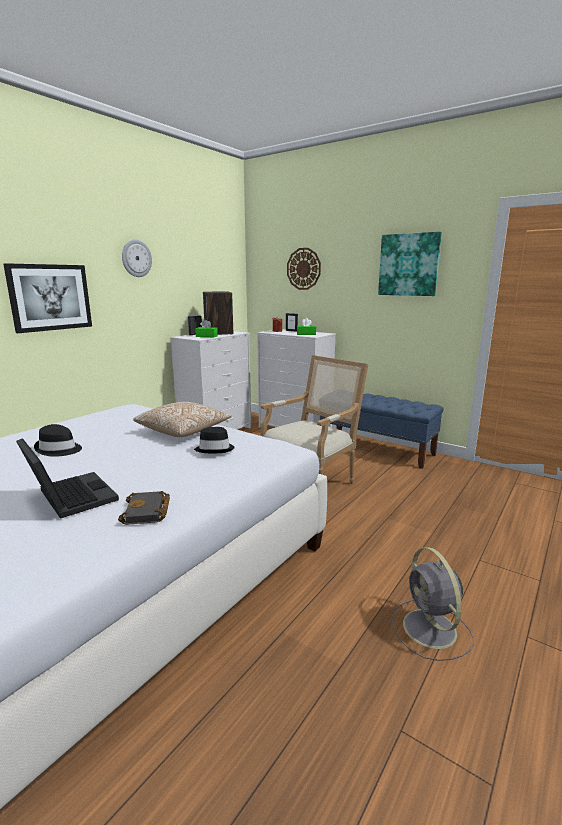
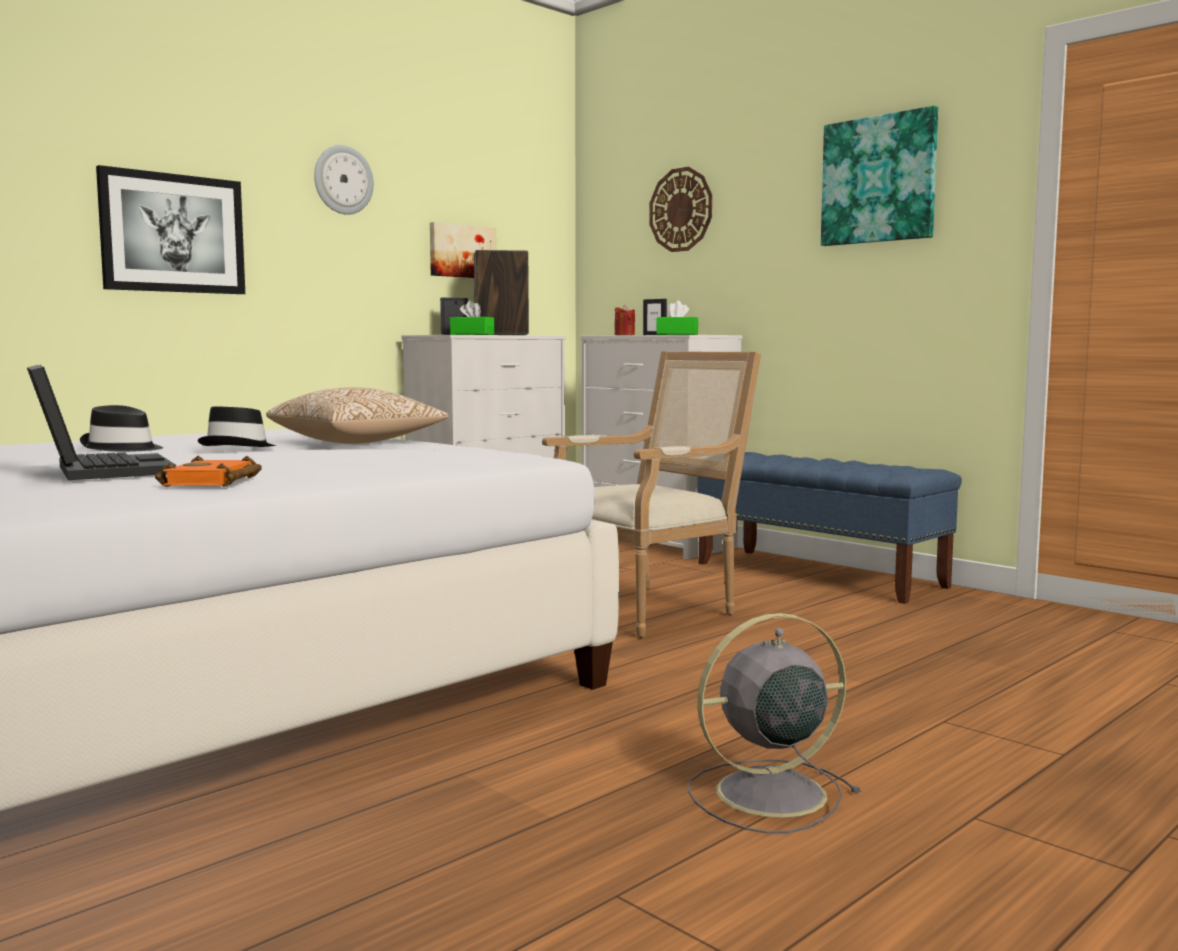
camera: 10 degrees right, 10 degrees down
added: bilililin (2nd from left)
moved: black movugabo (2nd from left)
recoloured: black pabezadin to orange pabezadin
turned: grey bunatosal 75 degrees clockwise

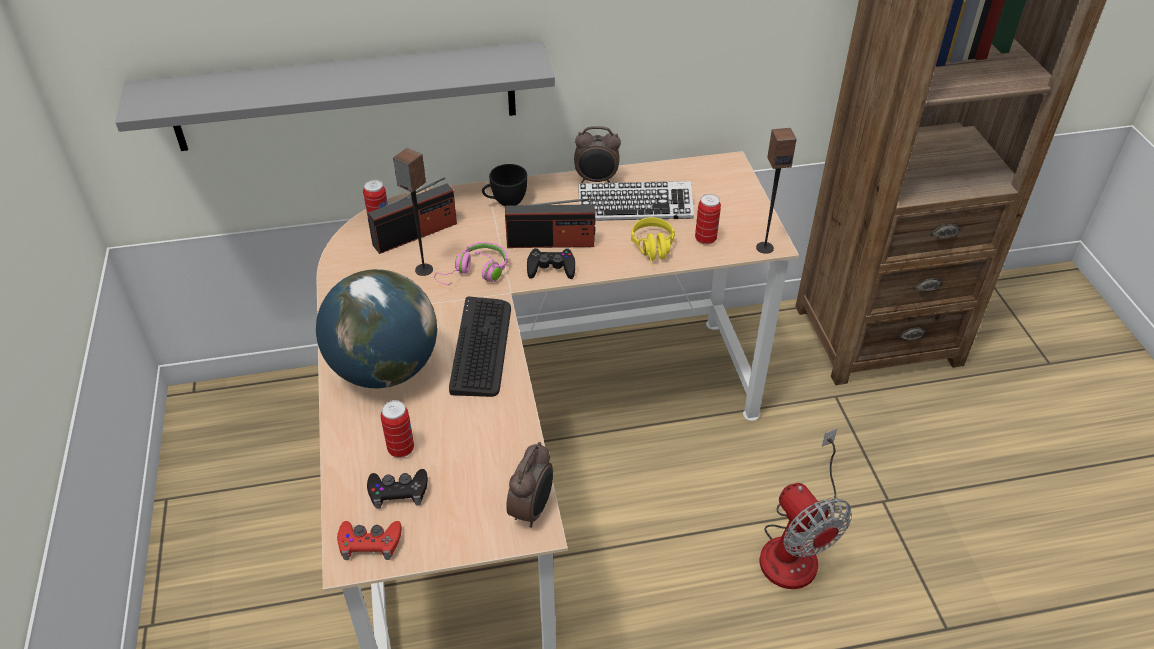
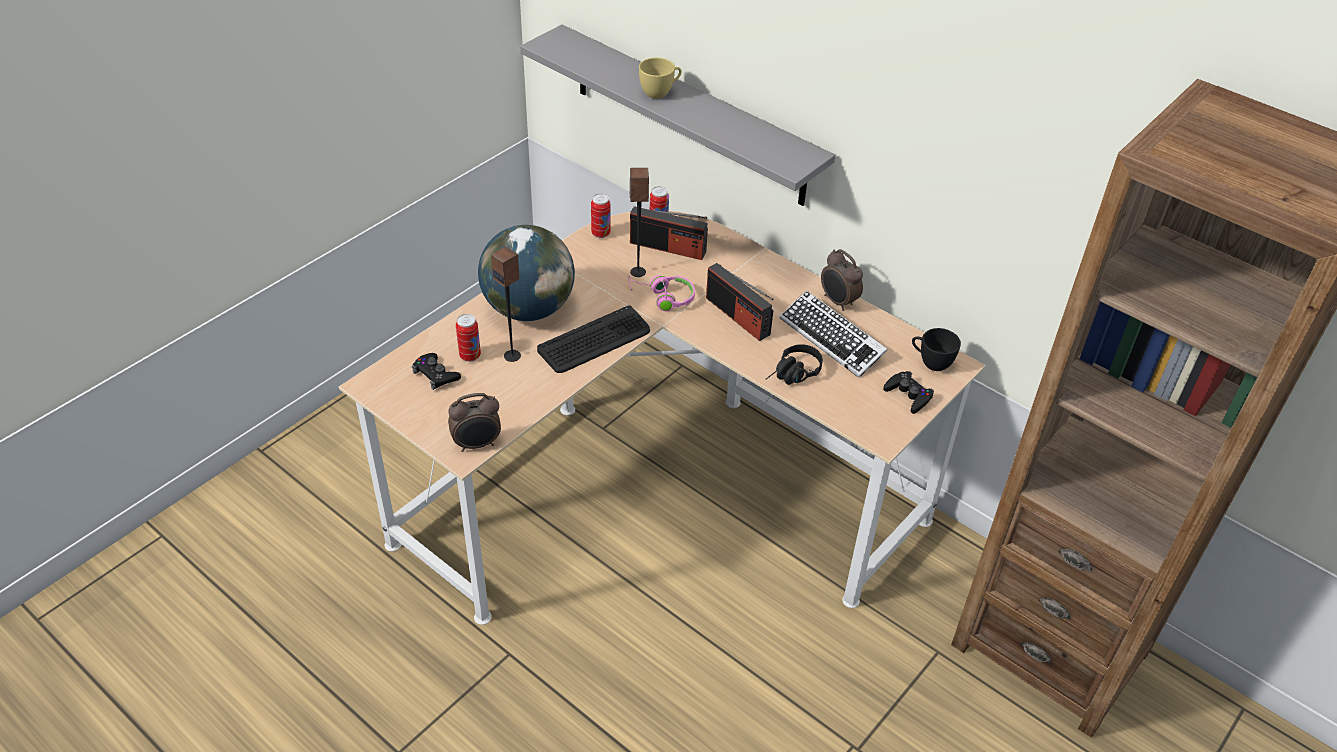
camera: 50 degrees right, 0 degrees up
removed: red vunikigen; bunatosal
added: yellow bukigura
moved: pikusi (2nd from left in the first image) to pikusi (1st from left); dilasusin (3rd from left in the first image) to dilasusin (2nd from left); black vunikigen (2nd from left); black bukigura
recoloured: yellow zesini to black zesini

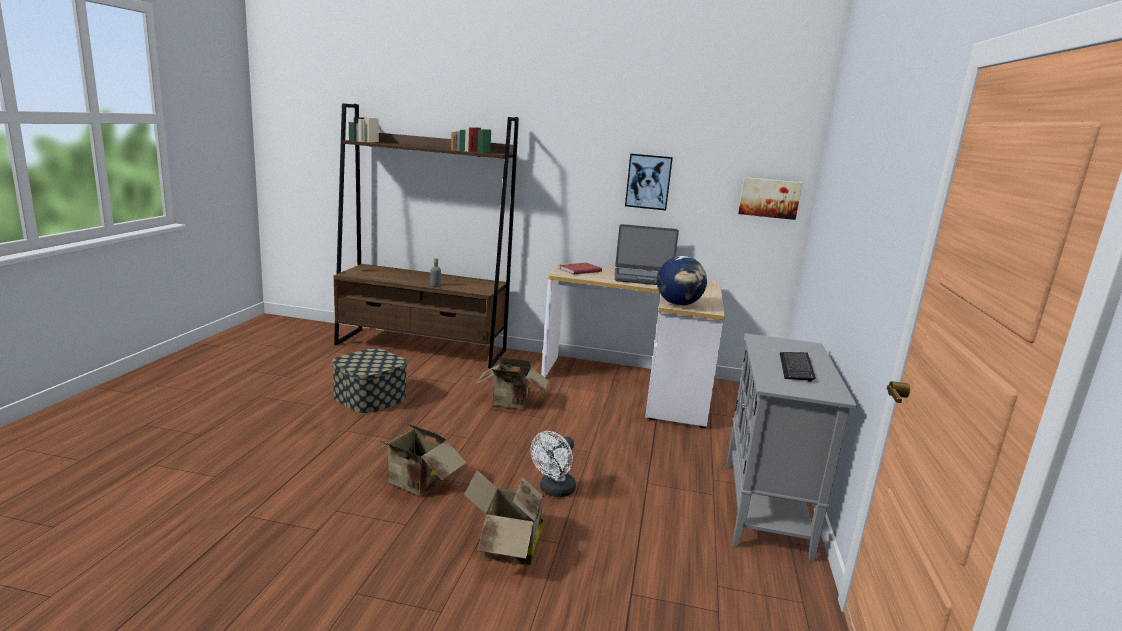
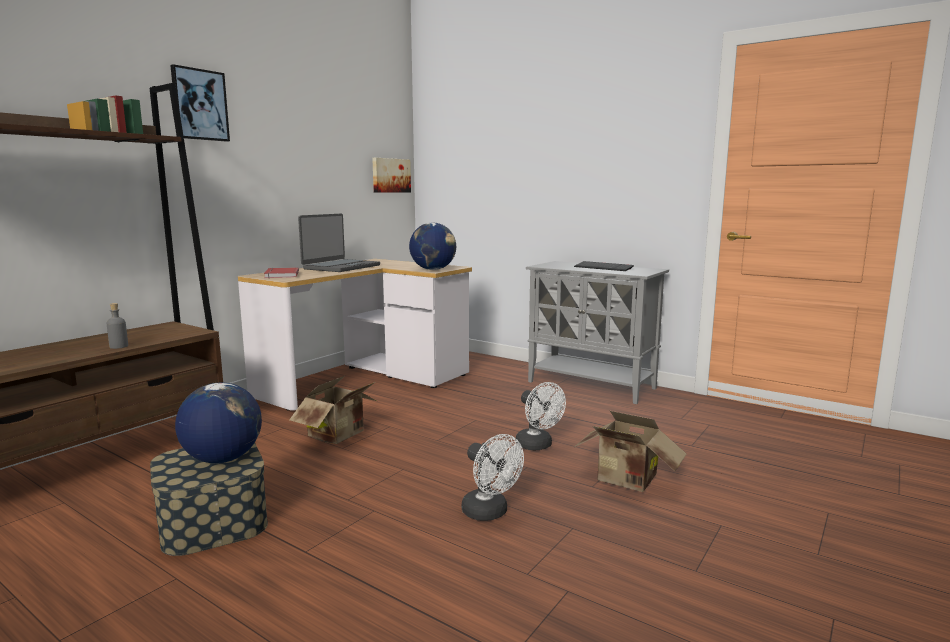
camera: 65 degrees left, 5 degrees down
added: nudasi (1st from left)
moved: bilililin (1st from left)
replaced: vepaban (1st from left) to white bunatosal (1st from left)

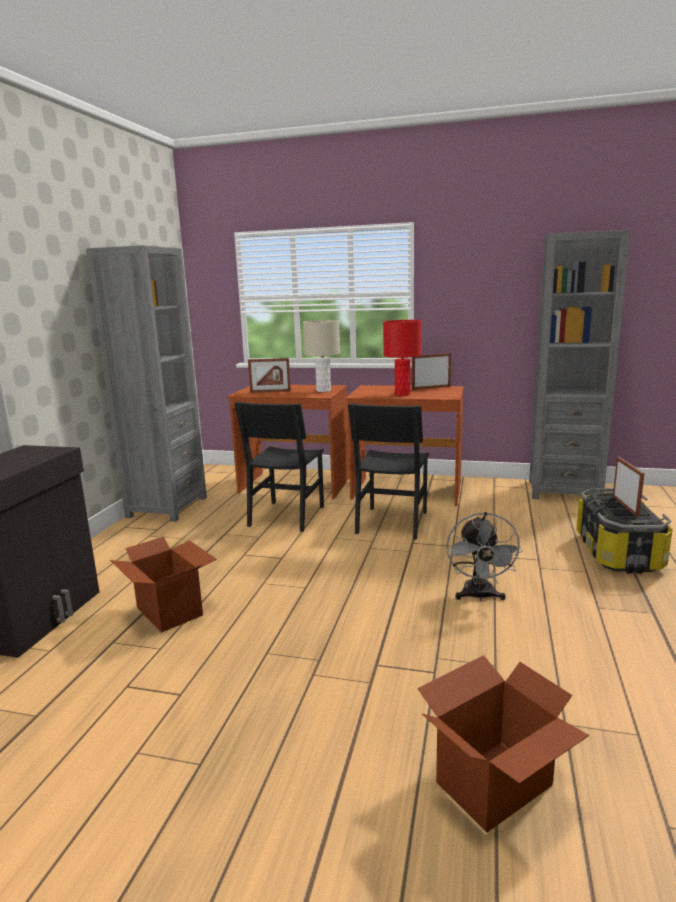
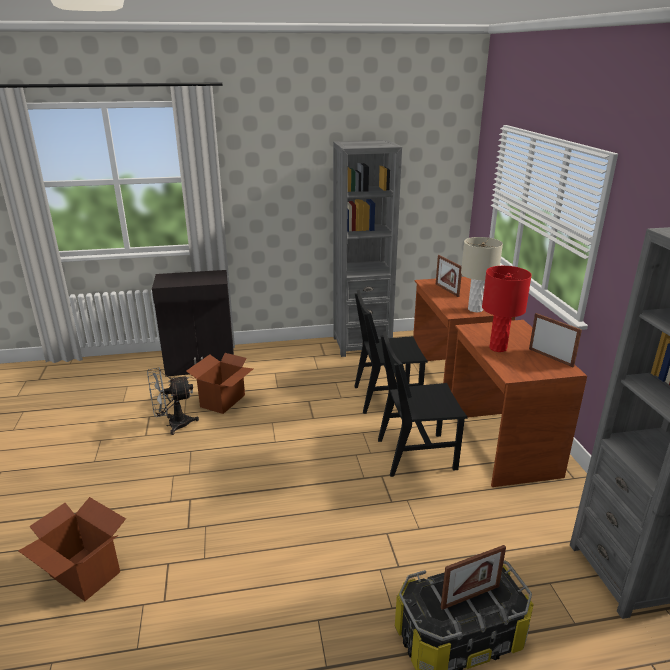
camera: 65 degrees right, 10 degrees up
moved: grey bunatosal

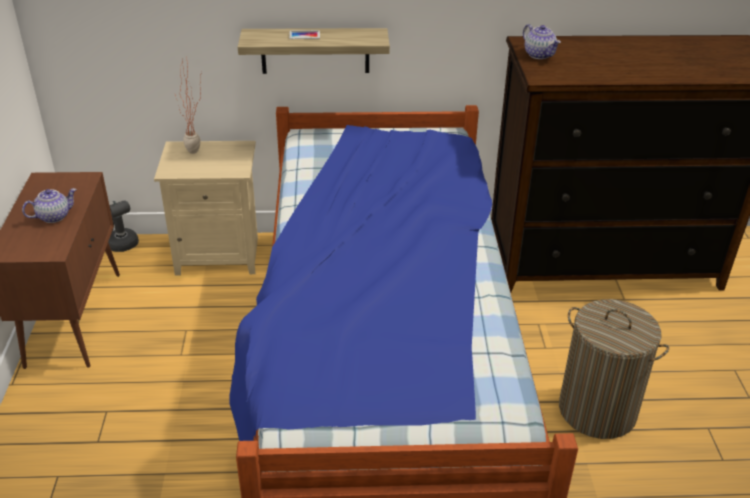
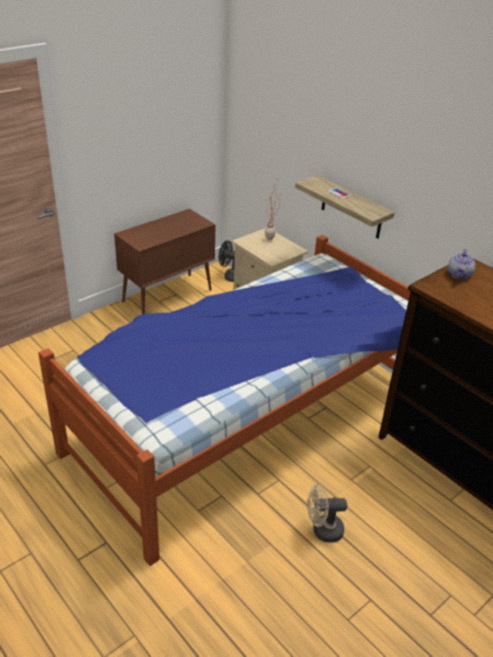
camera: 50 degrees right, 0 degrees up
removed: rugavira (1st from left)
replaced: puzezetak to beige bunatosal

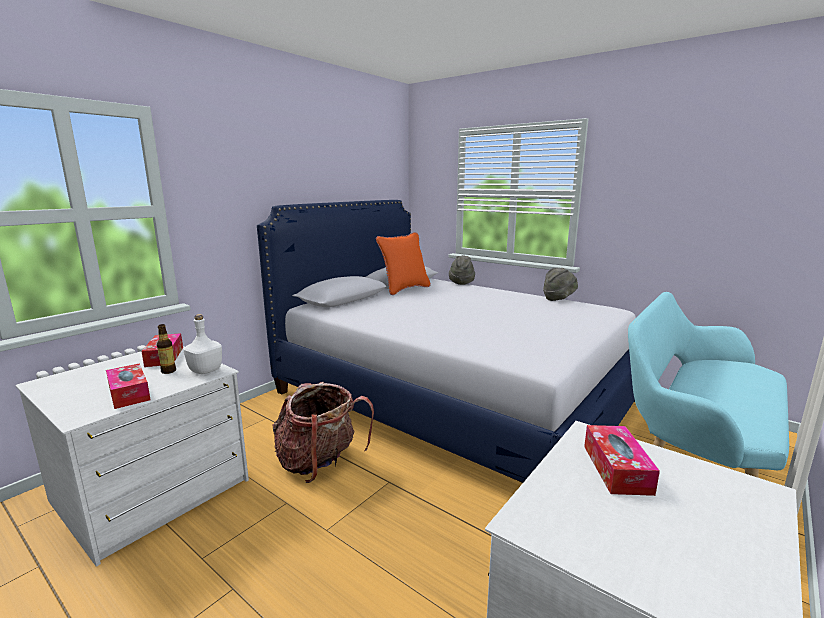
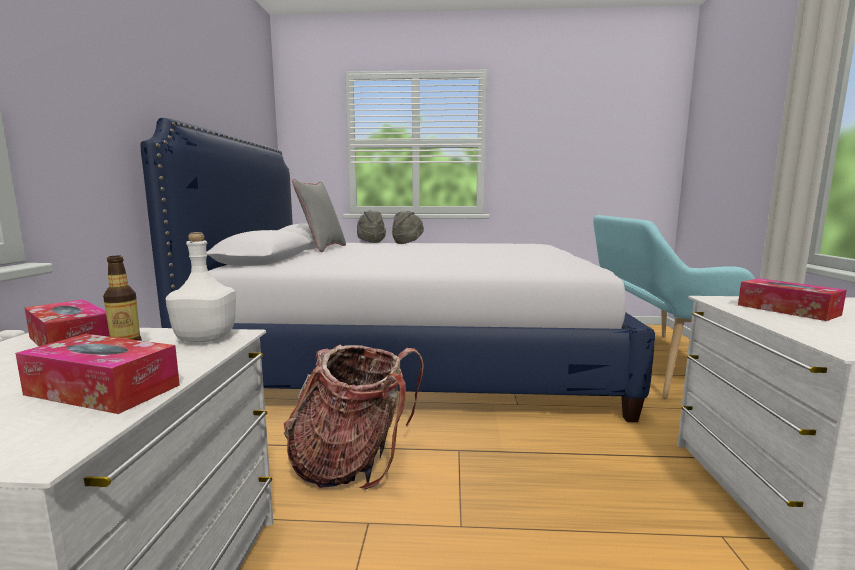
camera: 35 degrees left, 5 degrees down
moved: grey movugabo (2nd from left)
recoloured: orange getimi to grey getimi

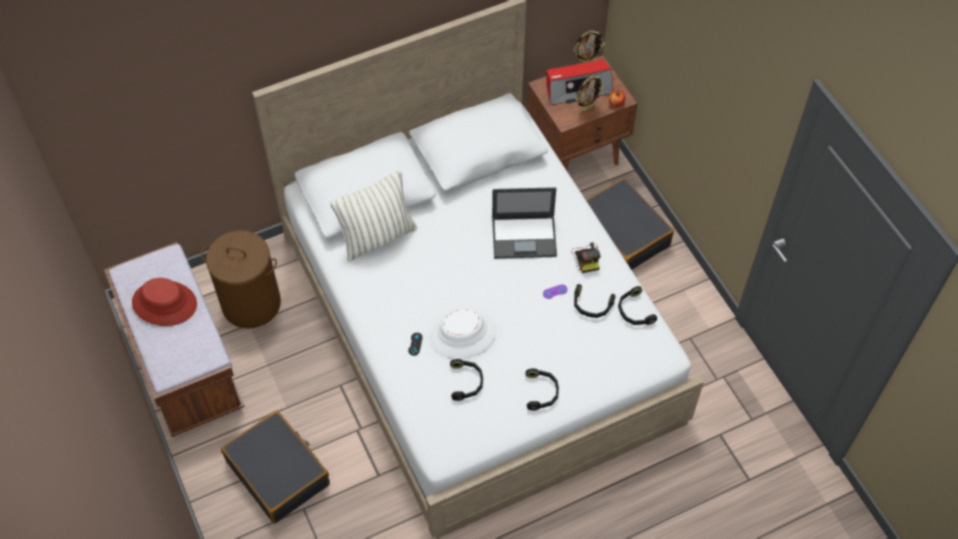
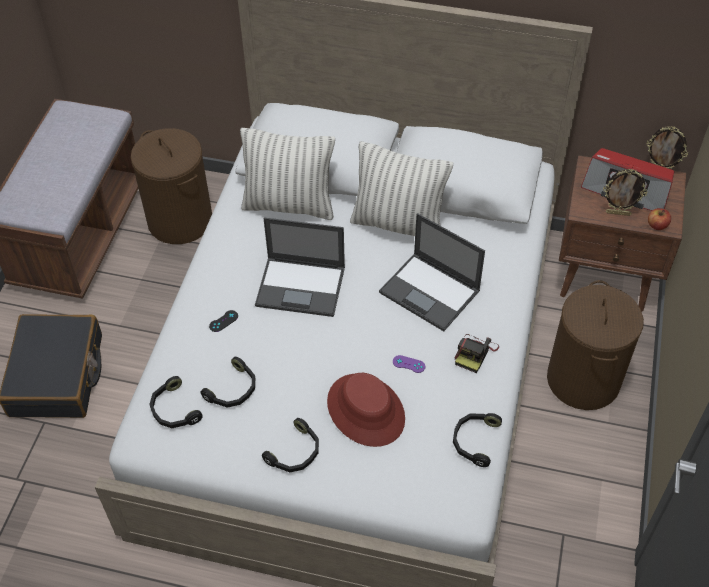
camera: 40 degrees right, 5 degrees down
removed: white movugabo
added: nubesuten (1st from left); getimi (2nd from left)
moved: black zesini (3rd from left in the first image) to black zesini (1st from left); red movugabo
replaced: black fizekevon (2nd from left) to brown puzezetak (2nd from left)

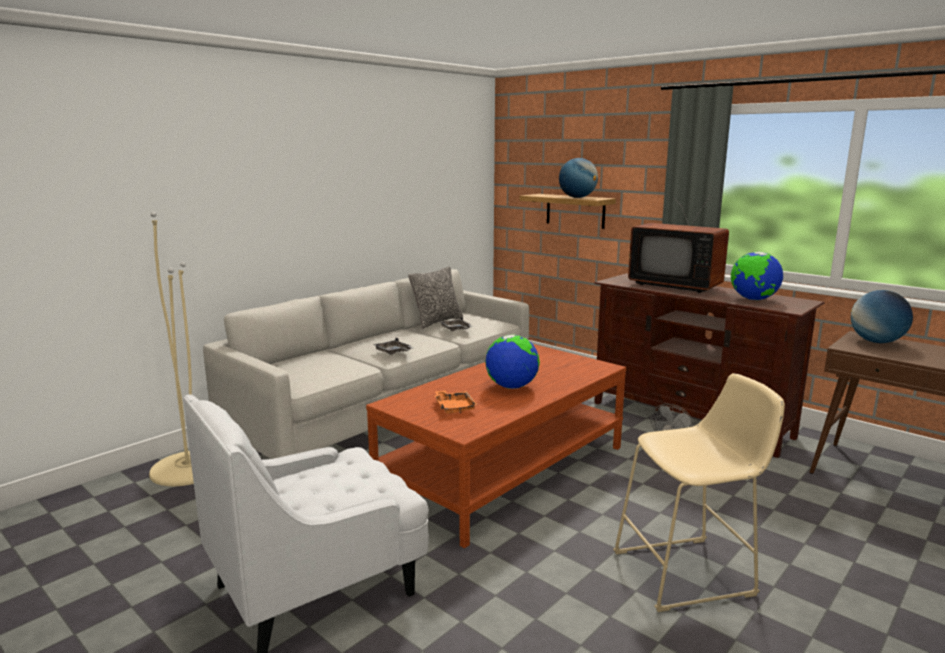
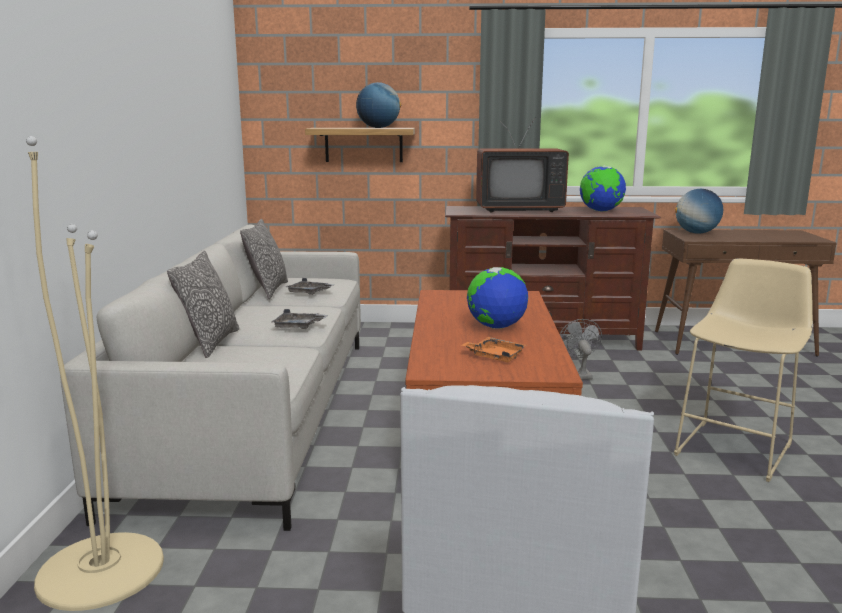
camera: 40 degrees left, 0 degrees up
added: getimi (1st from left)

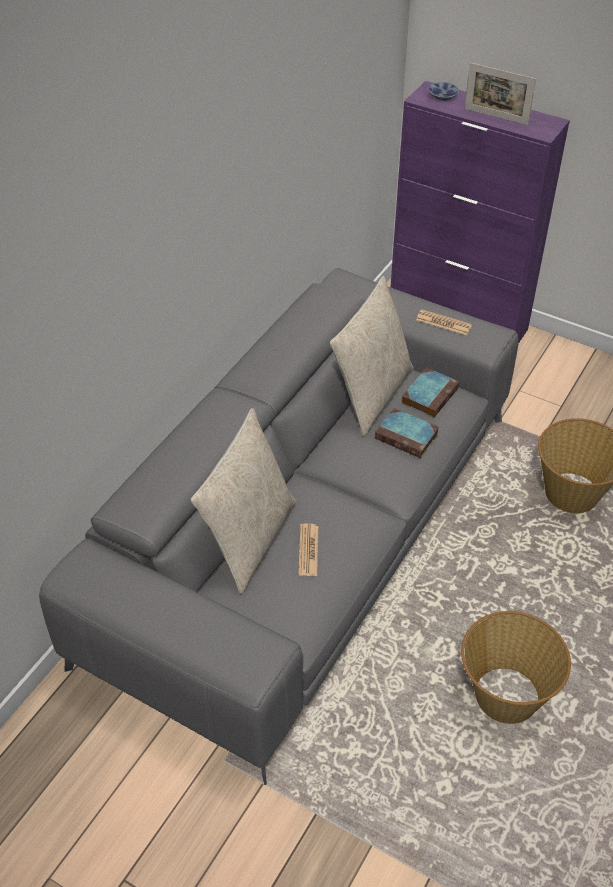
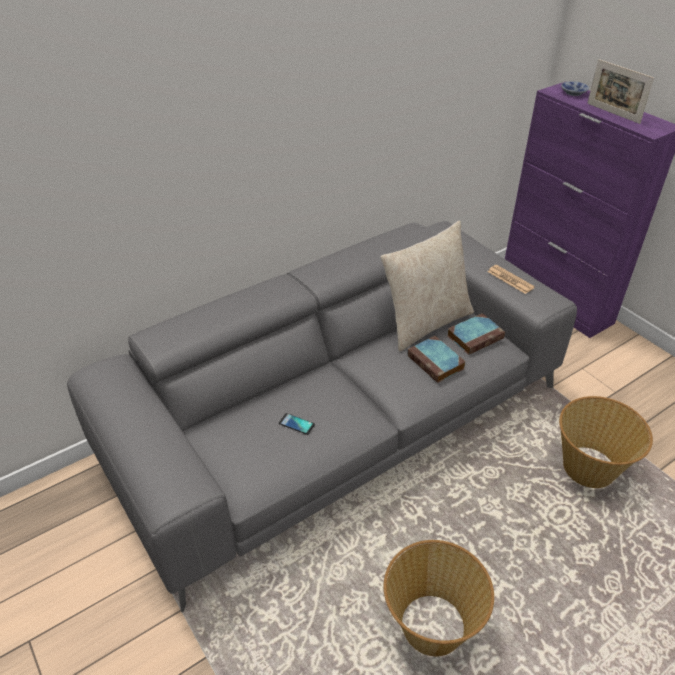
camera: 25 degrees right, 5 degrees down
removed: beige getimi (1st from left)
replaced: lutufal (1st from left) to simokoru

